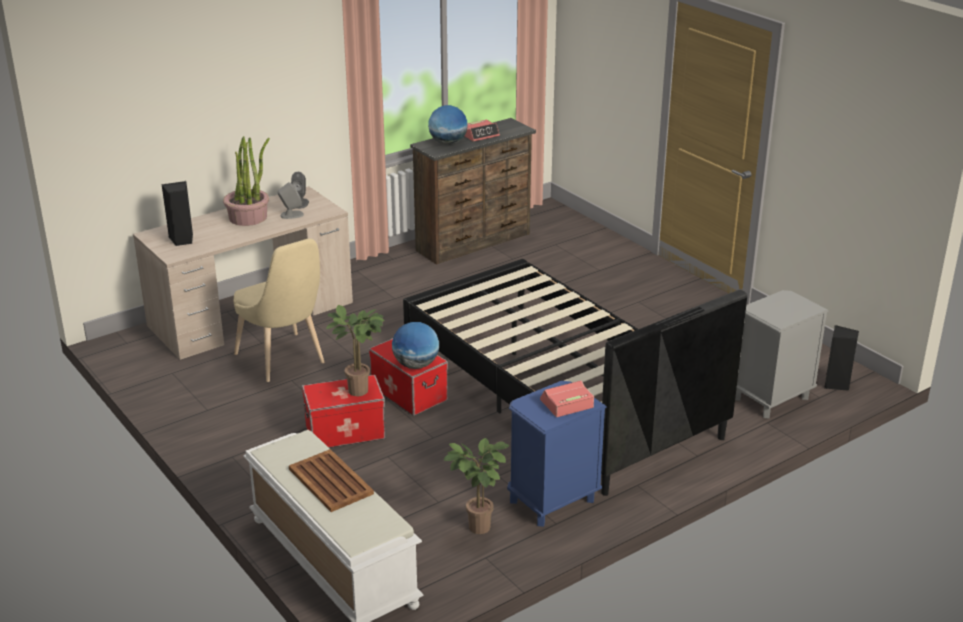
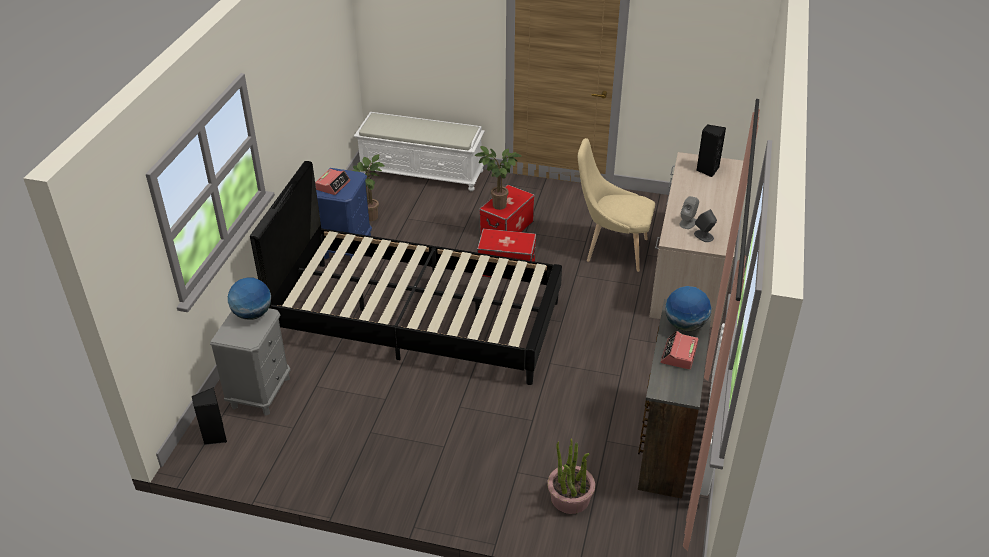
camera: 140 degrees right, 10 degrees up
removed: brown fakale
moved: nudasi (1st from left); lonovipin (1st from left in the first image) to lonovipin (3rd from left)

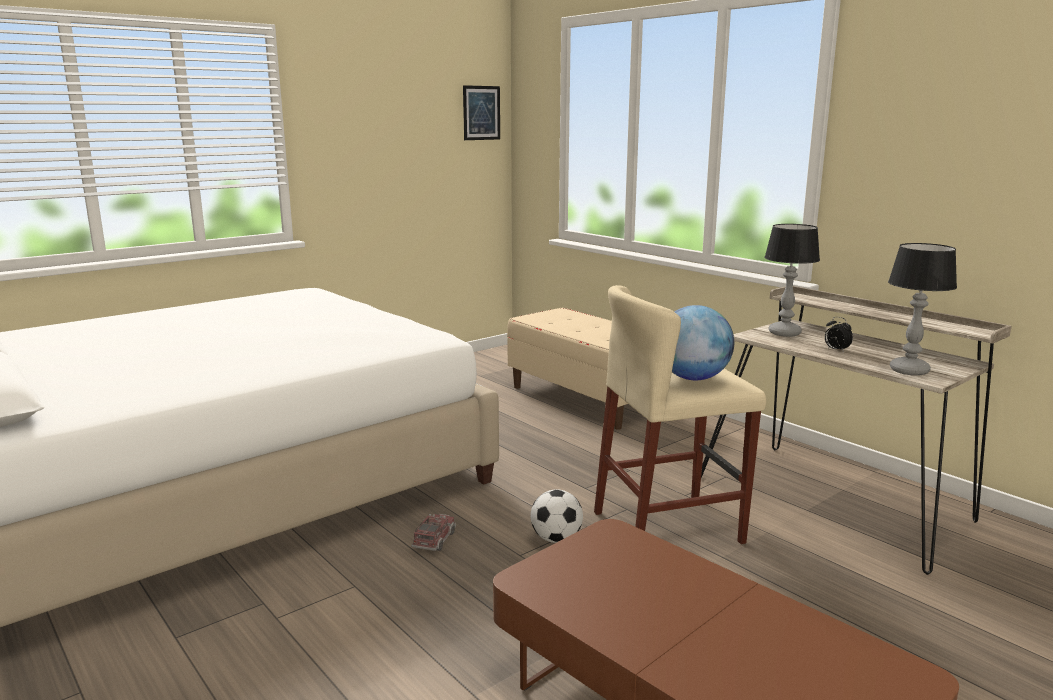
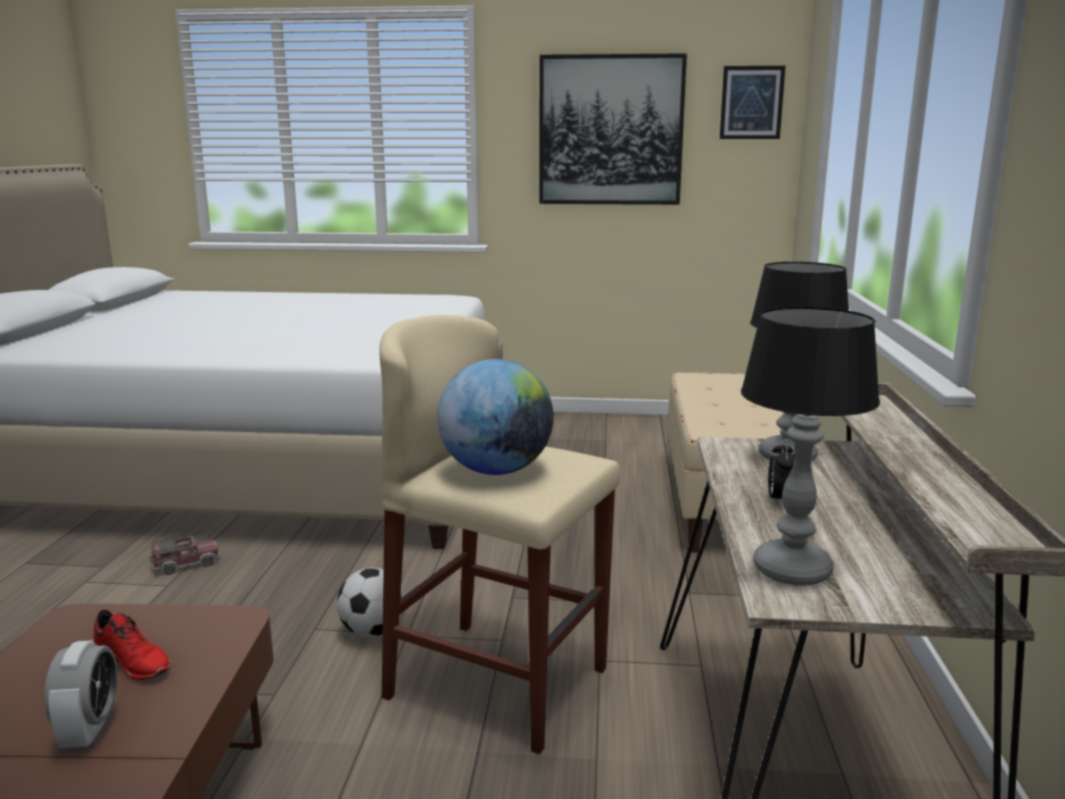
camera: 45 degrees right, 0 degrees up
added: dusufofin (1st from left); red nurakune; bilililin (1st from left)
moved: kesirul

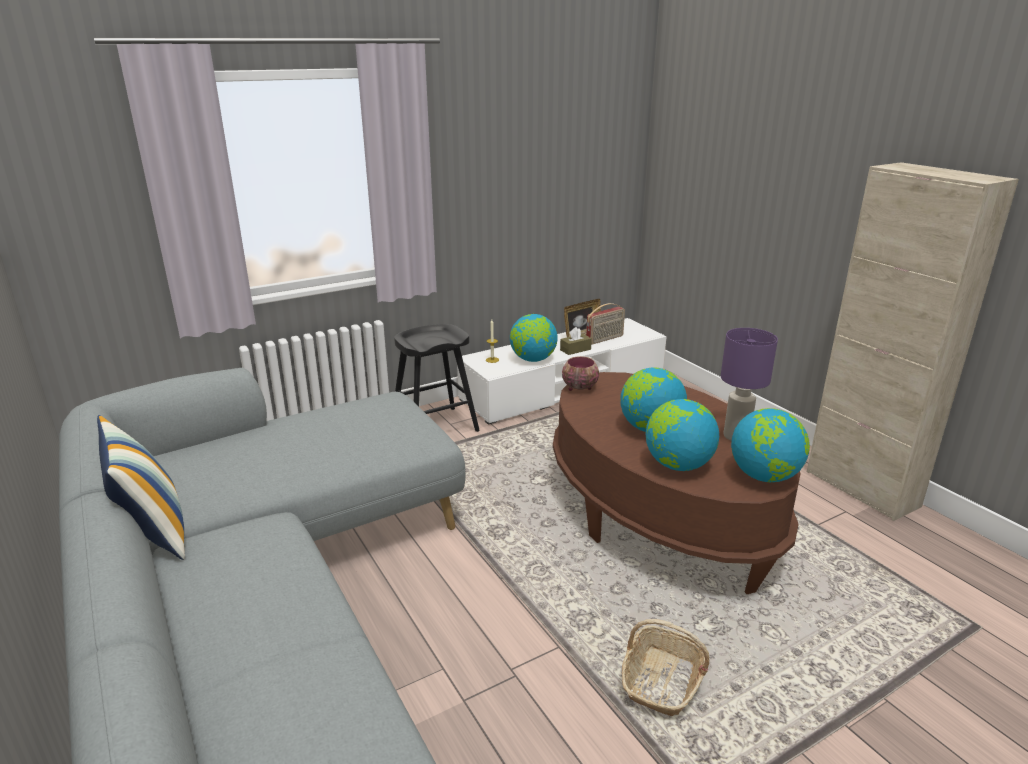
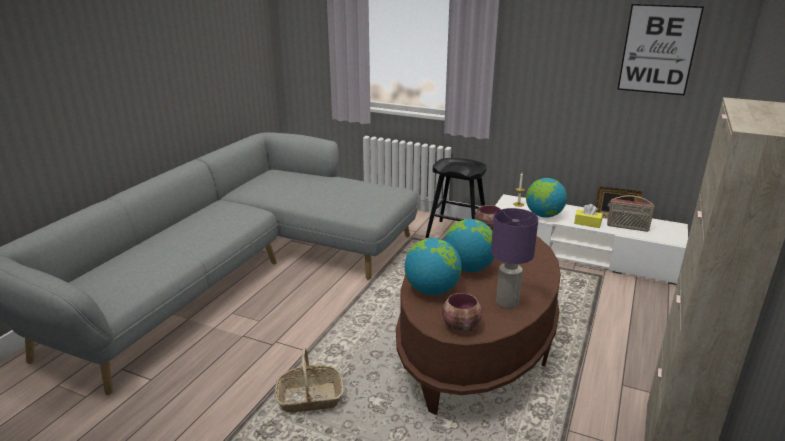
camera: 55 degrees right, 0 degrees up
removed: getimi
added: bilililin
replaced: nudasi (4th from left) to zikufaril (1st from left)
recoloured: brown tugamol to yellow tugamol

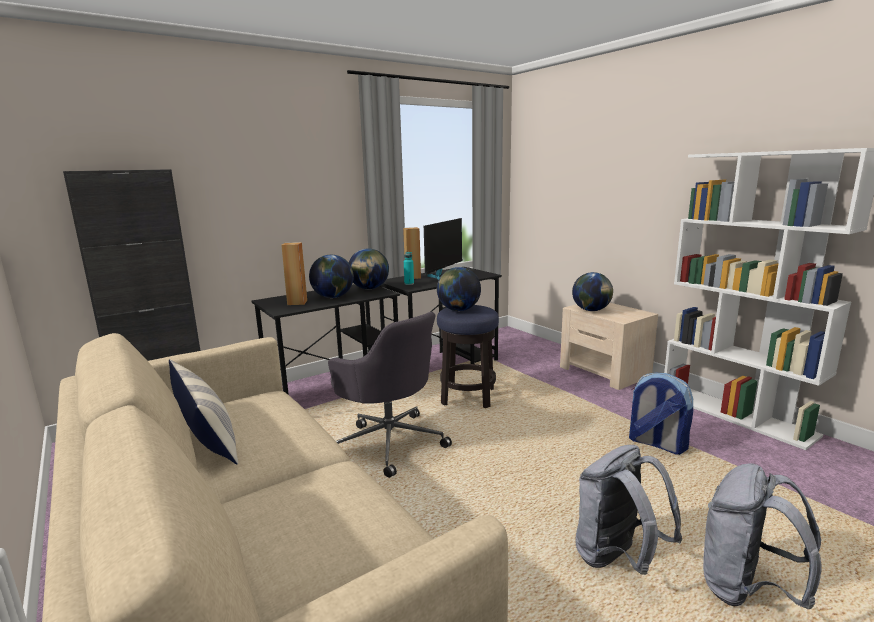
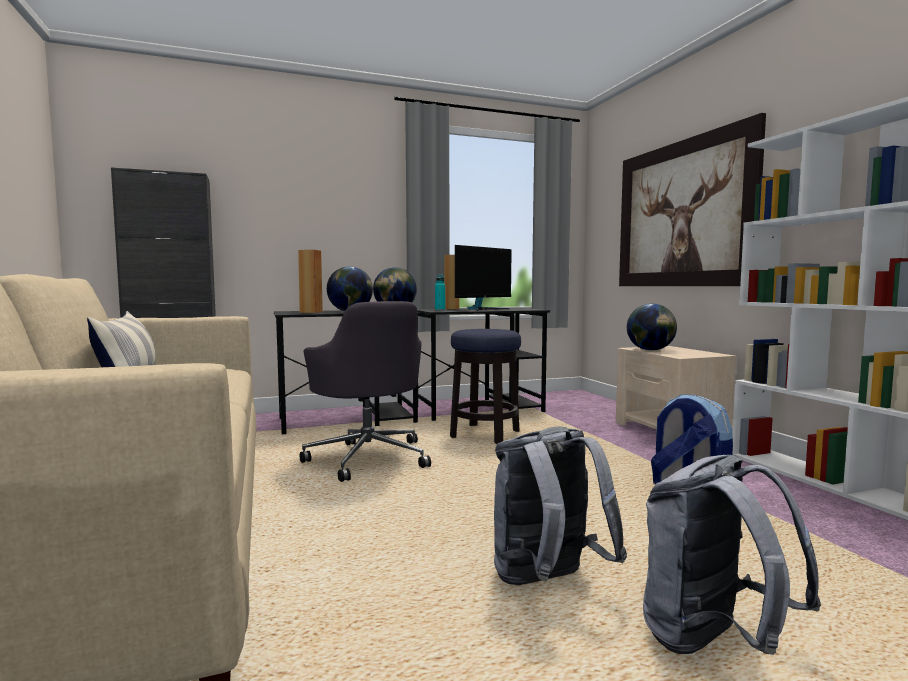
camera: 15 degrees right, 10 degrees down
removed: nudasi (3rd from left)
added: bilililin

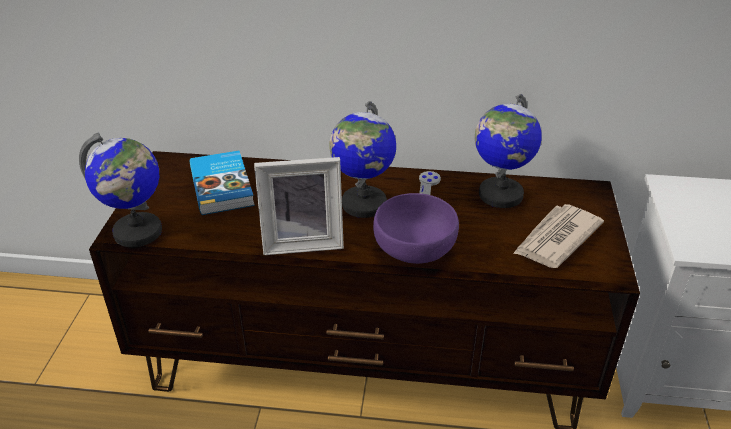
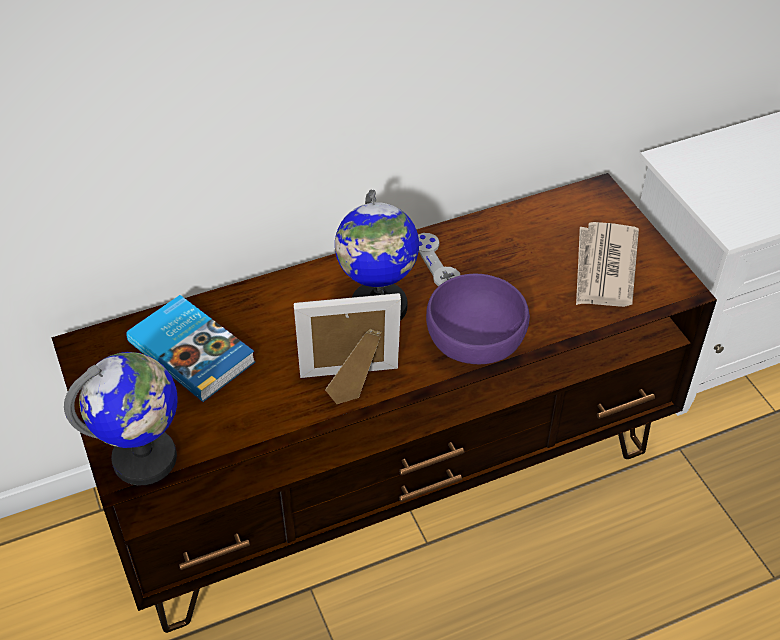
camera: 30 degrees left, 10 degrees up
removed: nudasi (3rd from left)
turned: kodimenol 150 degrees counterclockwise

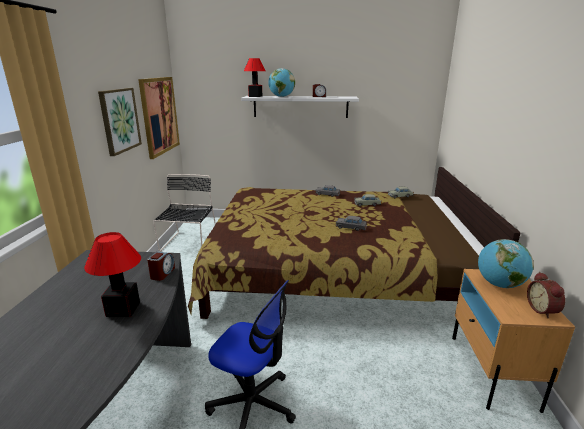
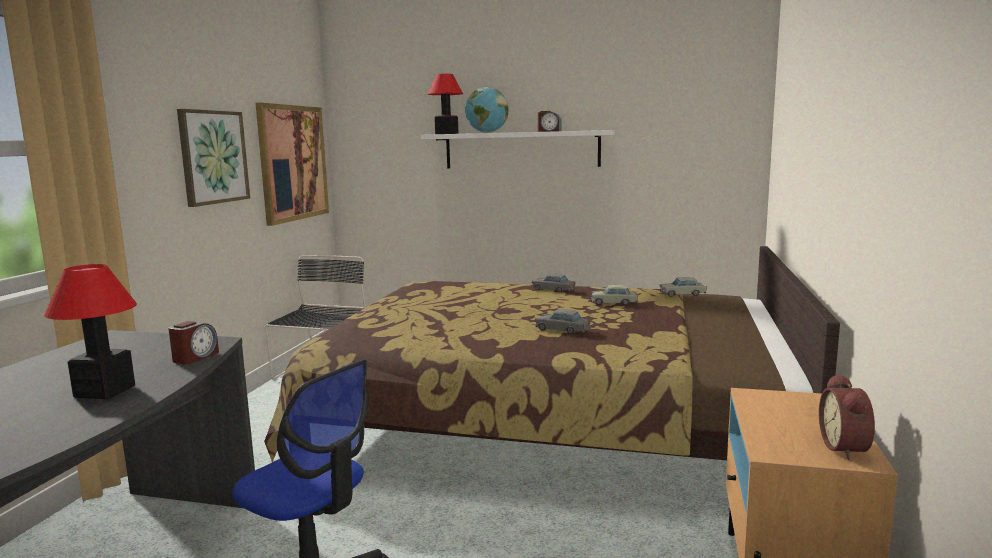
camera: 10 degrees right, 10 degrees down
removed: nudasi (2nd from left)

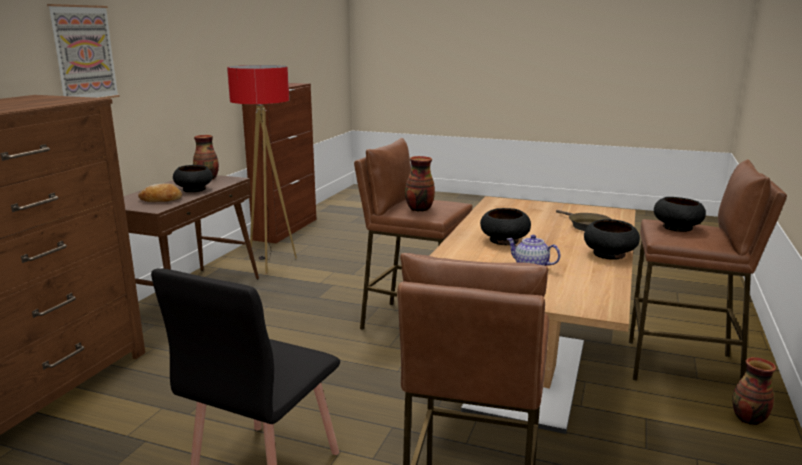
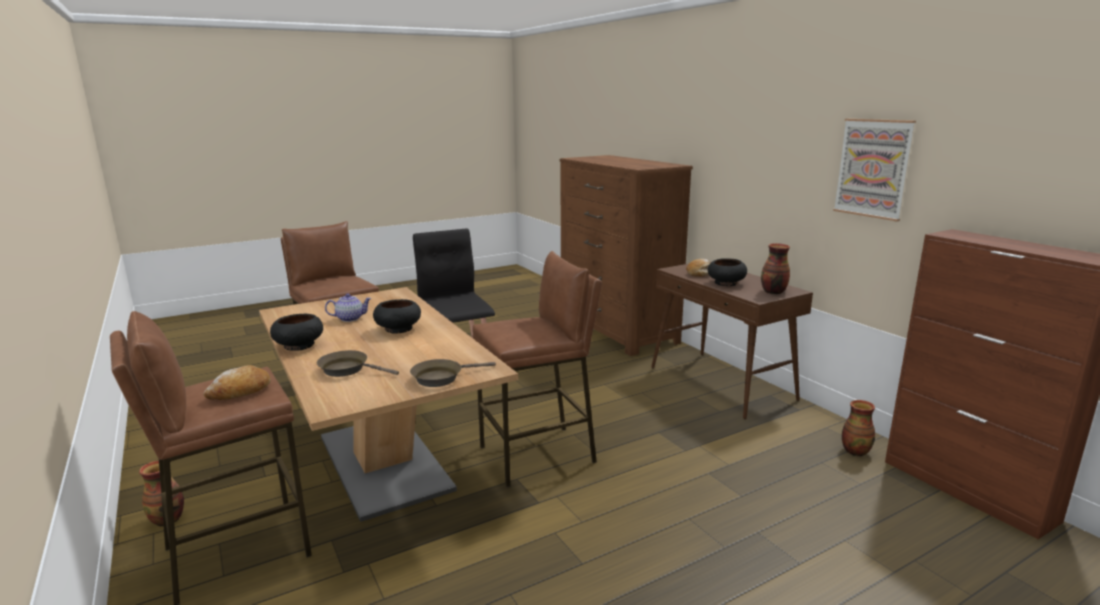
camera: 130 degrees right, 0 degrees up
removed: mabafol
added: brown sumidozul (2nd from left)
moved: bilililin; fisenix (2nd from left in the first image) to fisenix (3rd from left)
replaced: black zikufaril (4th from left) to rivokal (1st from left)

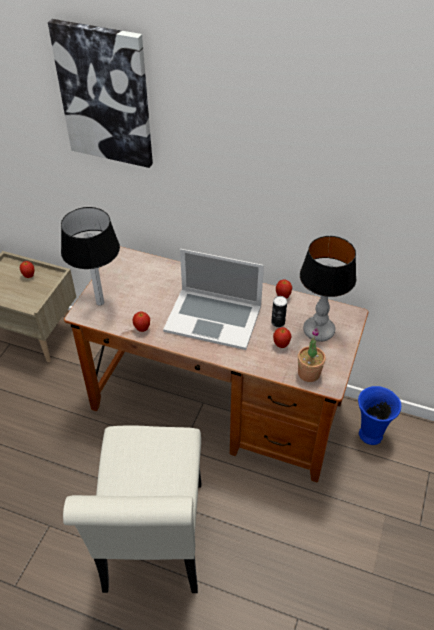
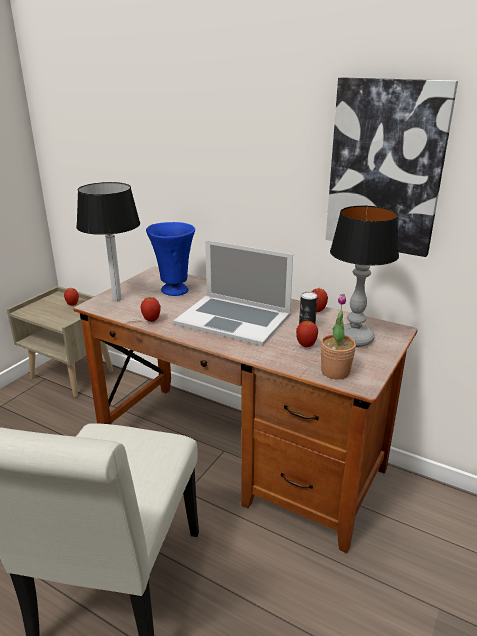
camera: 10 degrees right, 20 degrees down
moved: blue fisenix; bilililin

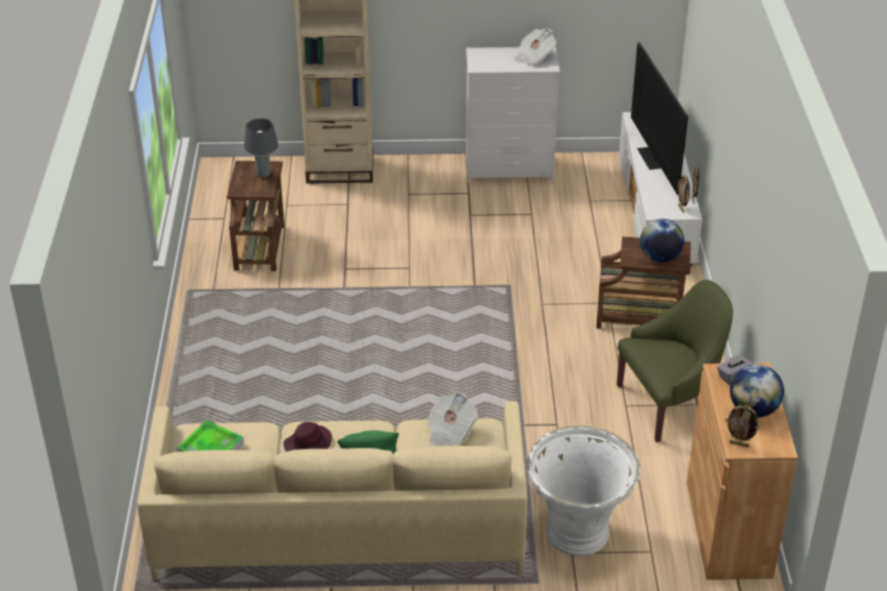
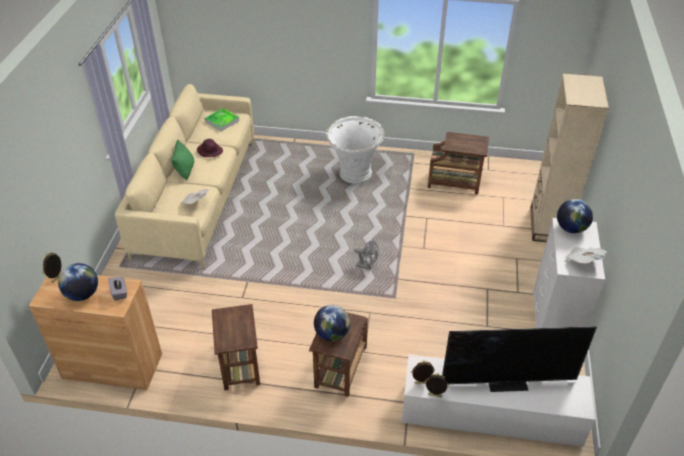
camera: 100 degrees right, 5 degrees up
removed: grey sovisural
added: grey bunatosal; nudasi (3rd from left)
moved: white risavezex
replaced: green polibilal to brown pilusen (1st from left)

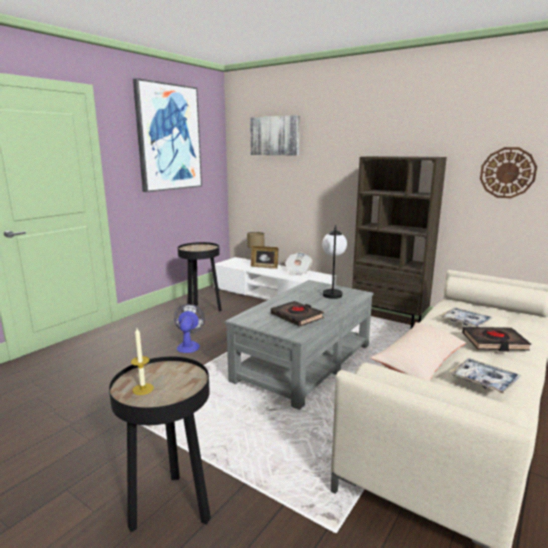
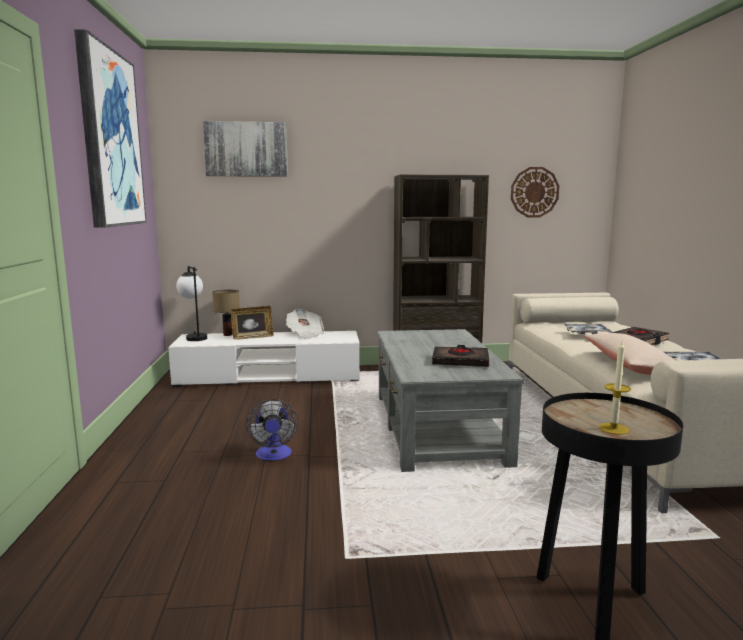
camera: 40 degrees left, 5 degrees down
removed: black pilusen (2nd from left)
moved: sovisural (2nd from left in the first image) to sovisural (1st from left)
turned: bunatosal 150 degrees counterclockwise

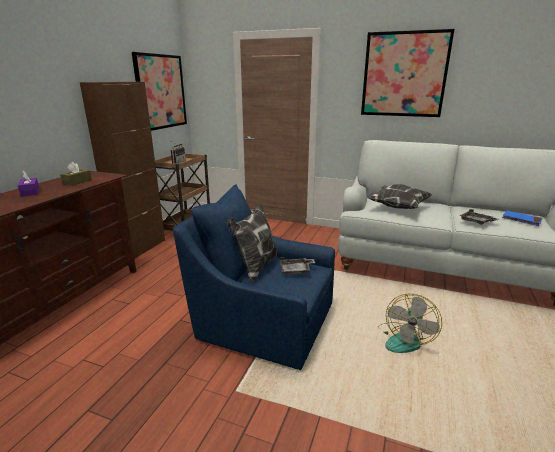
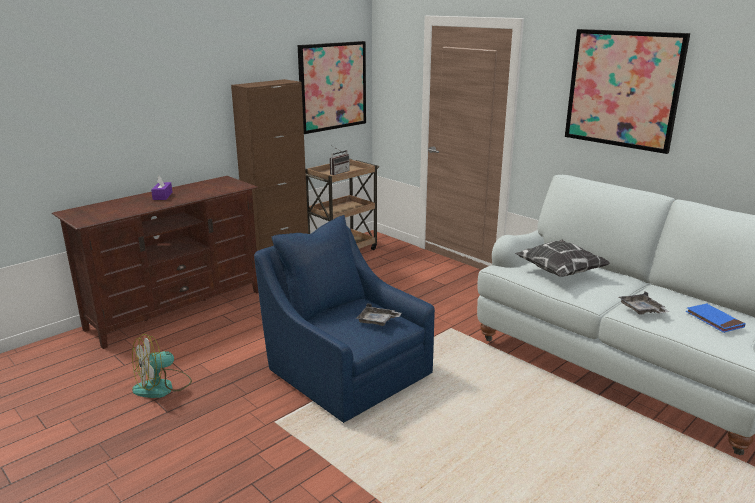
camera: 25 degrees right, 0 degrees up
removed: brown tugamol; getimi (1st from left)
moved: bunatosal

